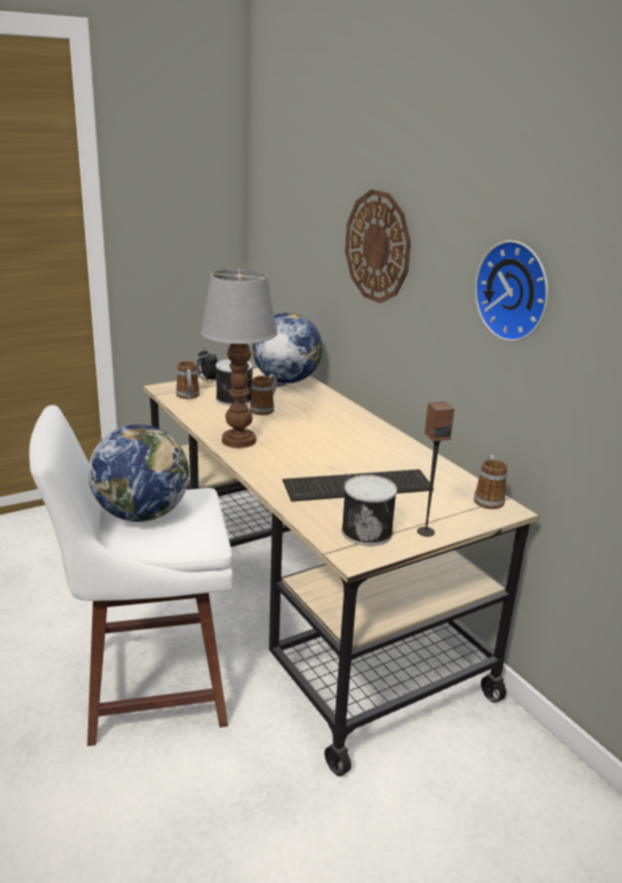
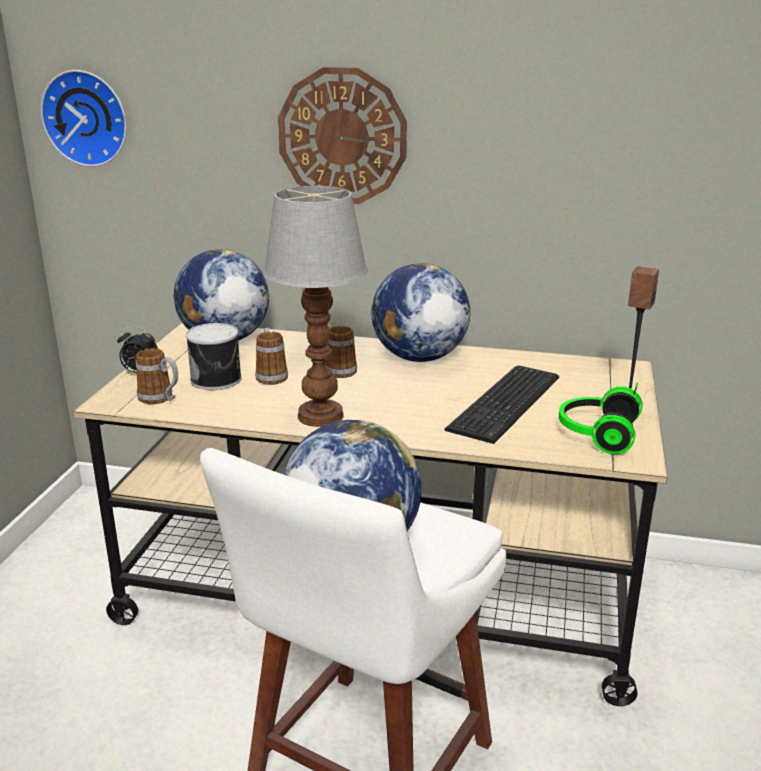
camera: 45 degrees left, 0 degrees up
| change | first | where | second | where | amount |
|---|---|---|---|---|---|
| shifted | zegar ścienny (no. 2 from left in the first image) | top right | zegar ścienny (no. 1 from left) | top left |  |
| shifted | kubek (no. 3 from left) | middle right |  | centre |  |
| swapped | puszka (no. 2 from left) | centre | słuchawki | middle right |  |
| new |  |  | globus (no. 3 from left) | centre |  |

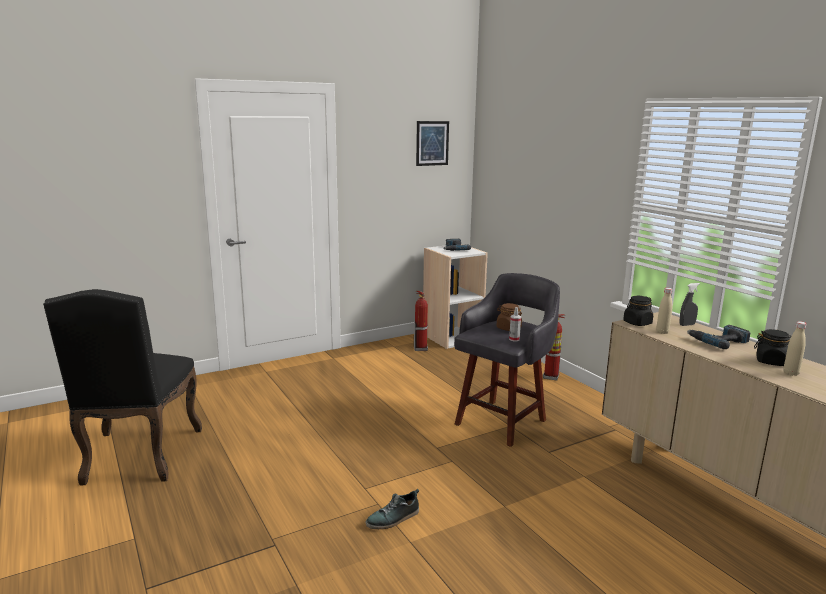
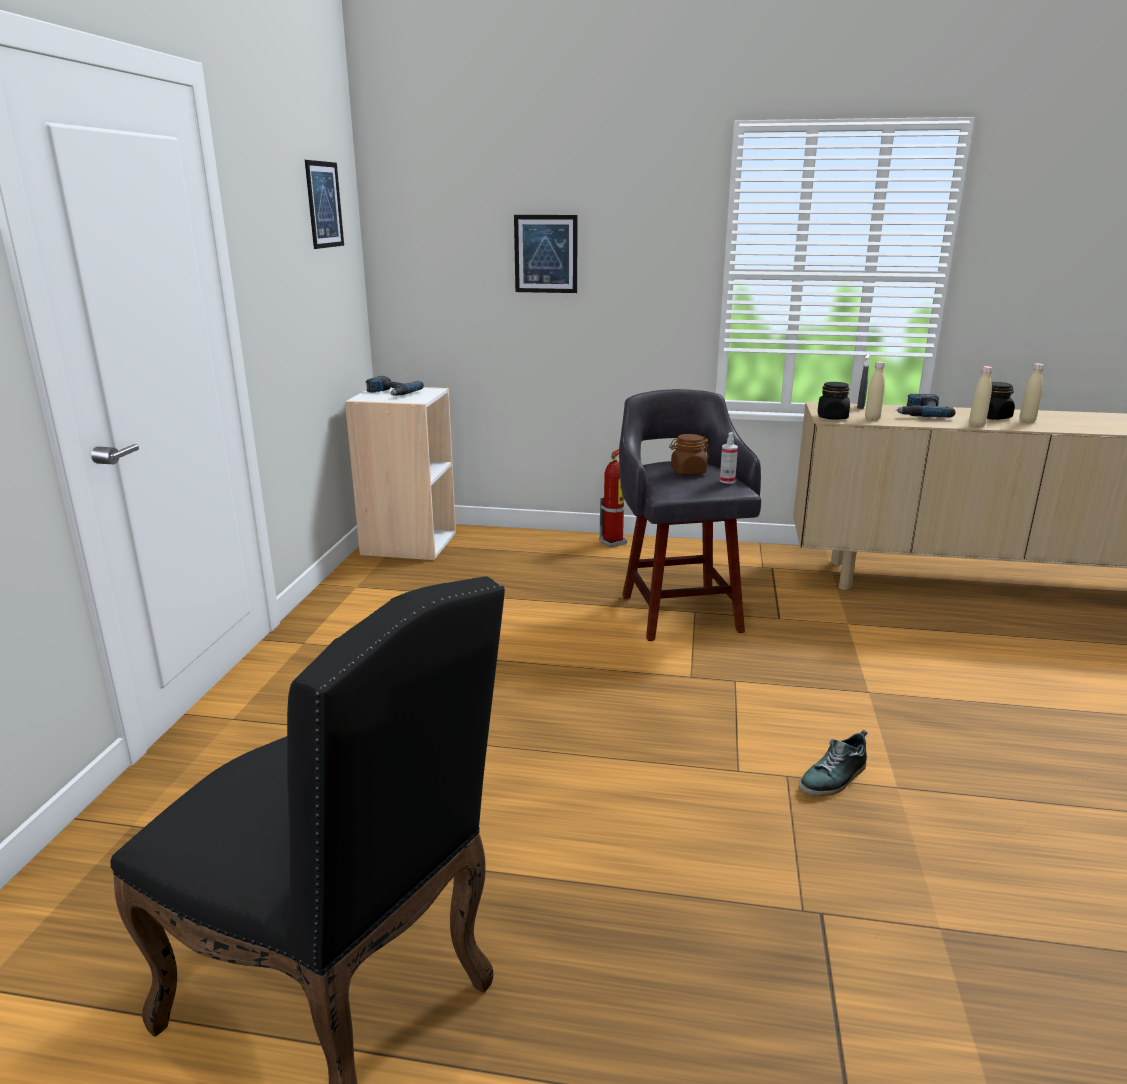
camera: 50 degrees left, 5 degrees up
| change | first | where | second | where | amount |
|---|---|---|---|---|---|
| gone | gaśnica (no. 1 from left) | centre |  |  |  |
| rotated | but | bottom centre |  | bottom right | 45 degrees clockwise |
| new |  |  | obraz (no. 2 from left) | top centre |  |
| new |  |  | butelka (beżowy) (no. 2 from left) | middle right |  |

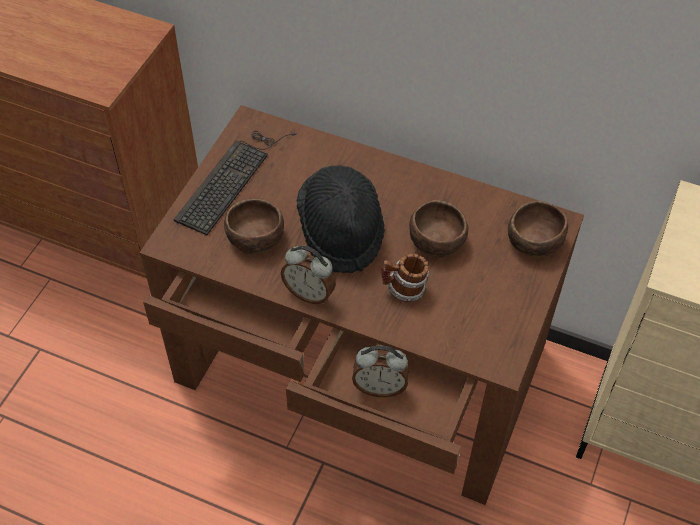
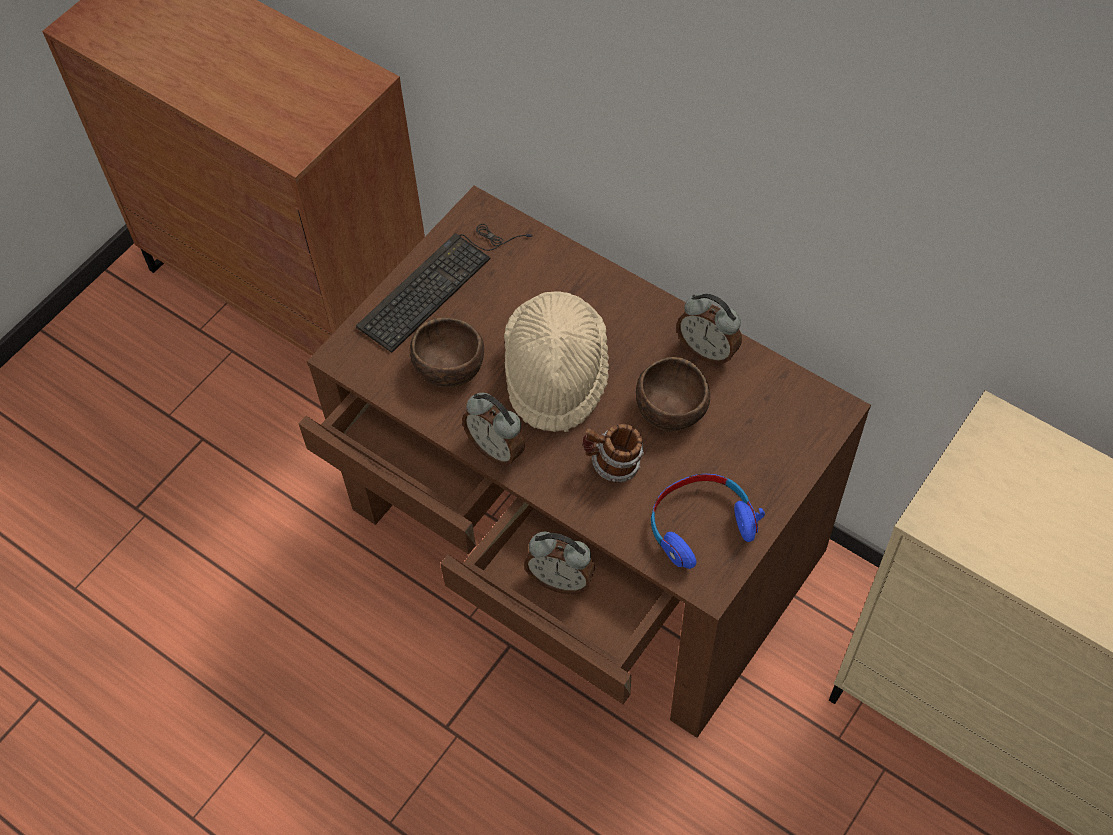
camera: 15 degrees right, 5 degrees up
| change | first | where | second | where | amount |
|---|---|---|---|---|---|
| repainted | kapelusz (czarny) | centre | kapelusz (beżowy) | centre |  |
| gone | miska (brązowy) (no. 3 from left) | middle right |  |  |  |
| new |  |  | budzik (no. 3 from left) | centre |  |
| new |  |  | słuchawki (niebieski) | centre |  |

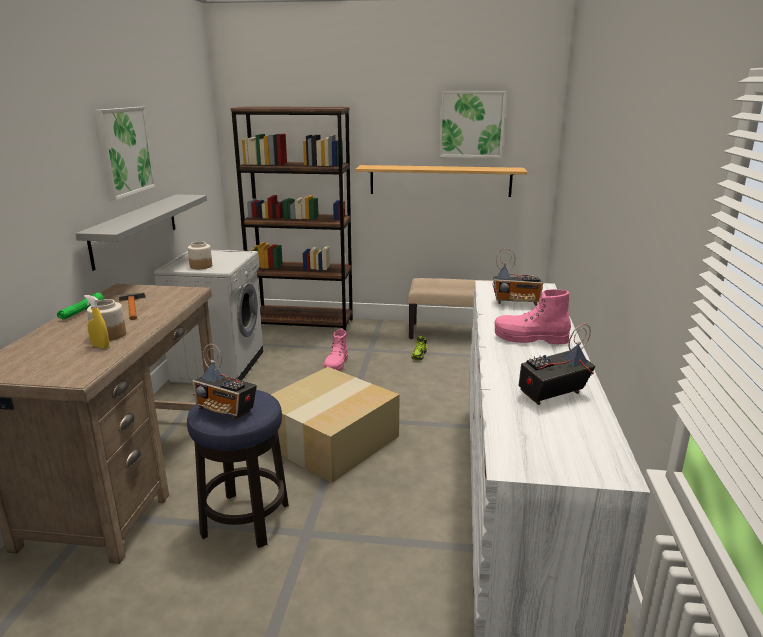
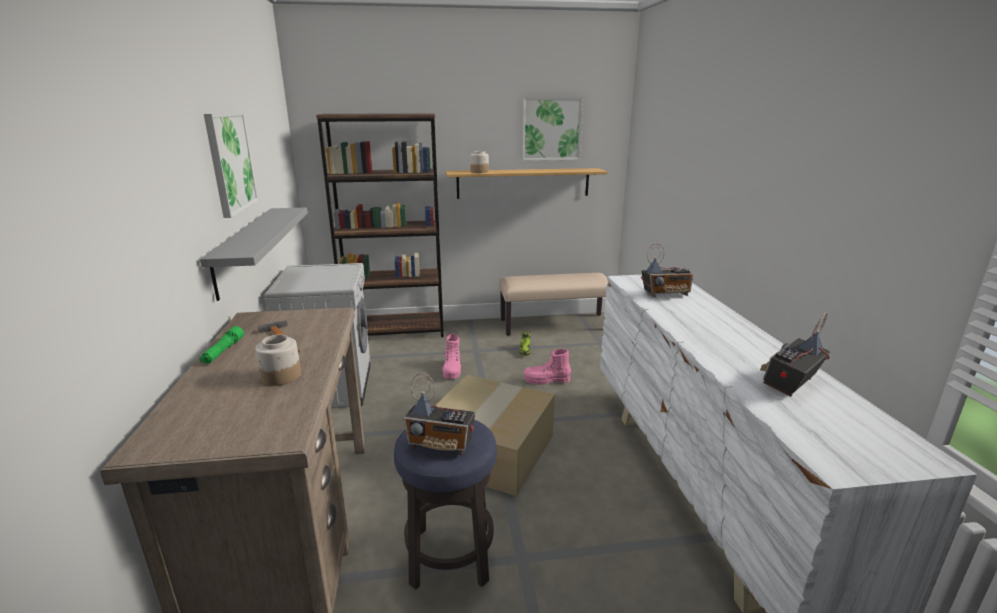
camera: 15 degrees left, 0 degrees up
| change | first | where | second | where | amount |
|---|---|---|---|---|---|
| shifted | słoik (no. 2 from left) | middle left |  | top centre |  |
| shifted | but z cholewką (różowy) (no. 2 from left) | middle right |  | centre |  |
| gone | spryskiwacz (żółty) | middle left |  |  |  |

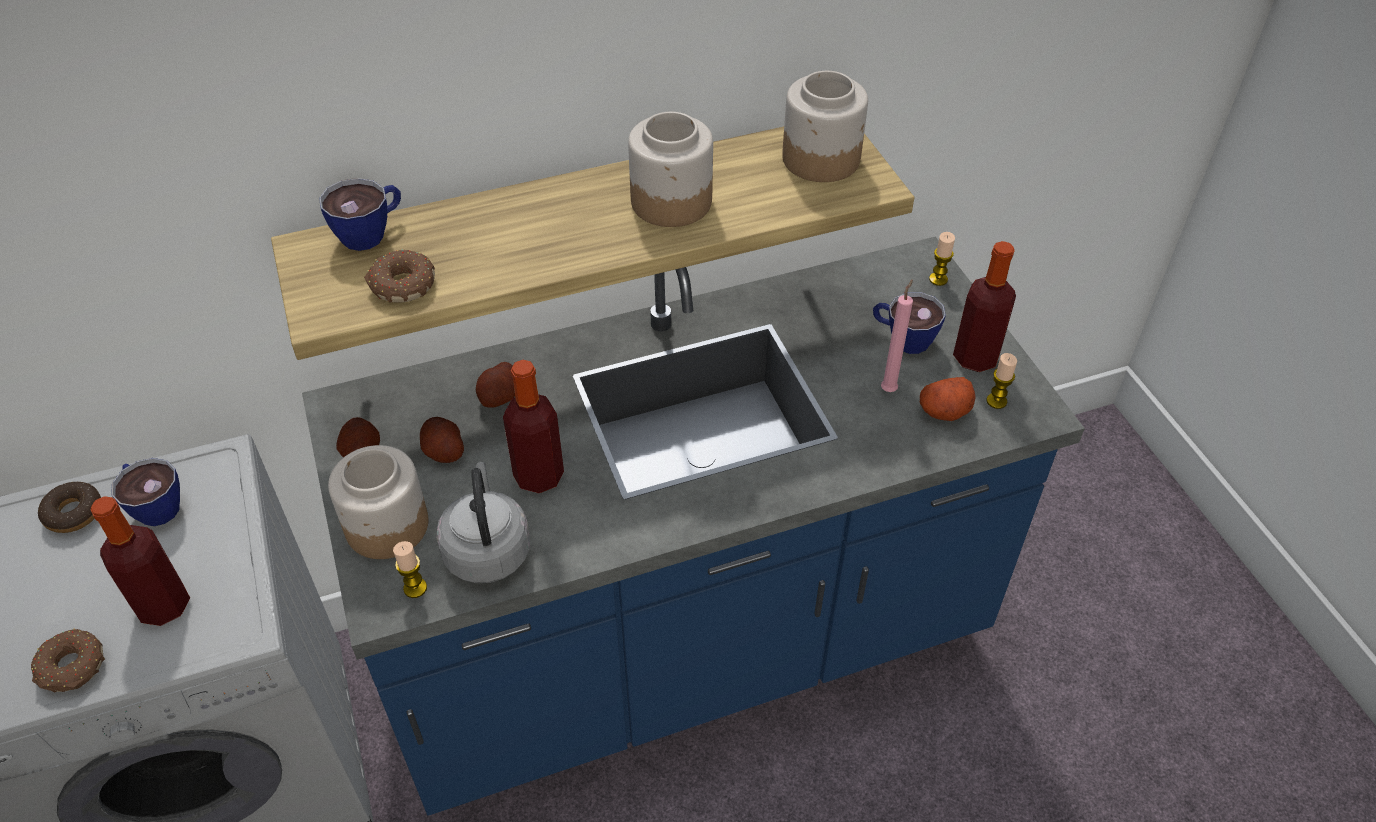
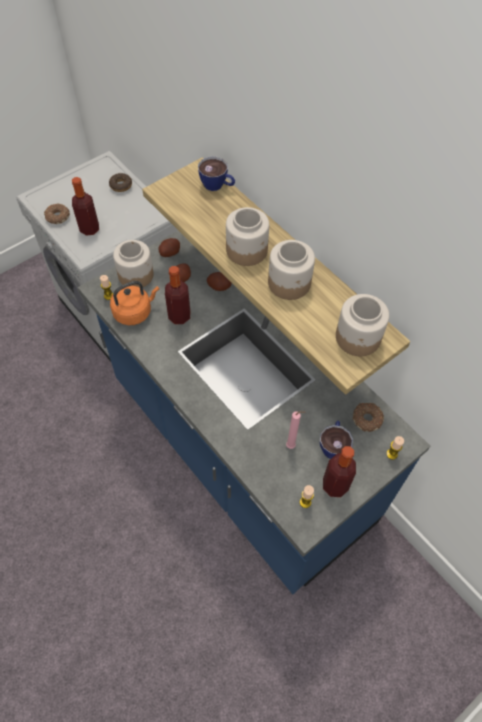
camera: 70 degrees right, 10 degrees up
| change | first | where | second | where | amount |
|---|---|---|---|---|---|
| shifted | donut (no. 3 from left) | middle left |  | middle right |  |
| gone | ziemniak (no. 4 from left) | middle right |  |  |  |
| gone | filiżanka (no. 1 from left) | middle left |  |  |  |
| repainted | czajnik (szary) | centre | czajnik (pomarańczowy) | middle left |  |
| new |  |  | słoik (no. 2 from left) | top centre |  |

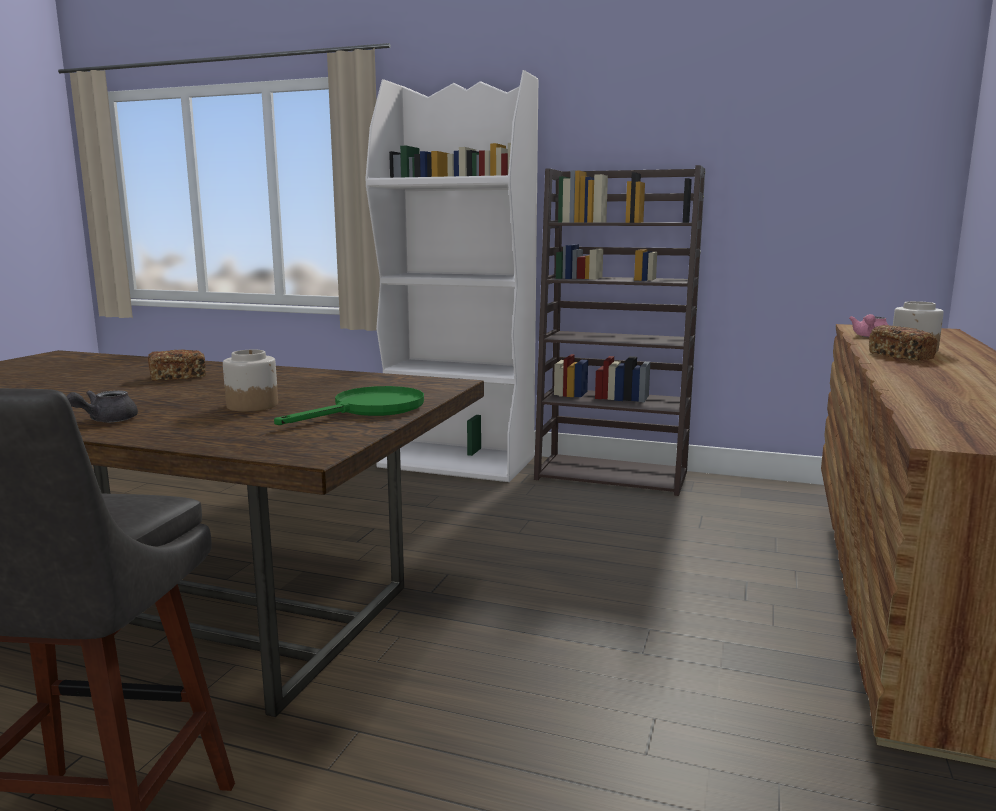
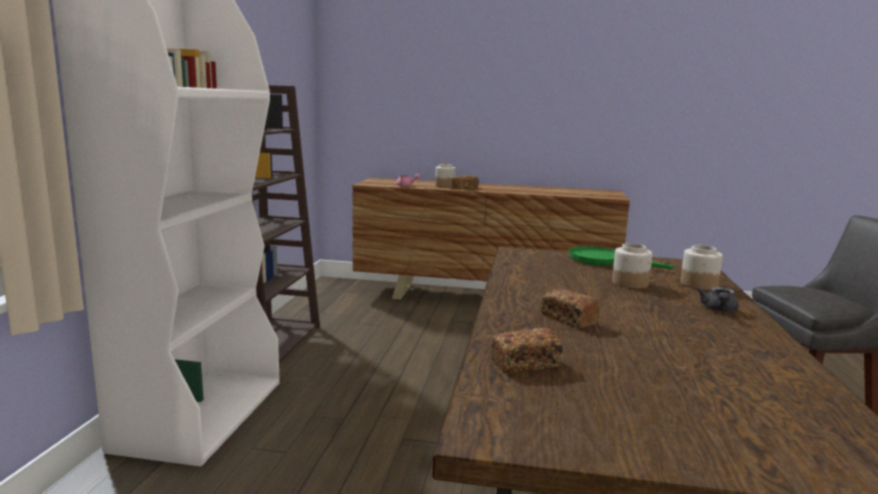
camera: 100 degrees left, 0 degrees up
| change | first | where | second | where | amount |
|---|---|---|---|---|---|
| rotated | imbryk (szary) | middle left |  | middle right | 90 degrees clockwise |
| new |  |  | słoik (no. 3 from left) | middle right |  |
| new |  |  | chleb (no. 2 from left) | bottom centre |  |

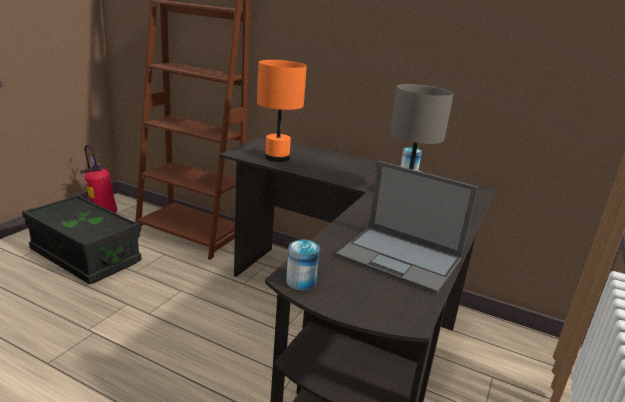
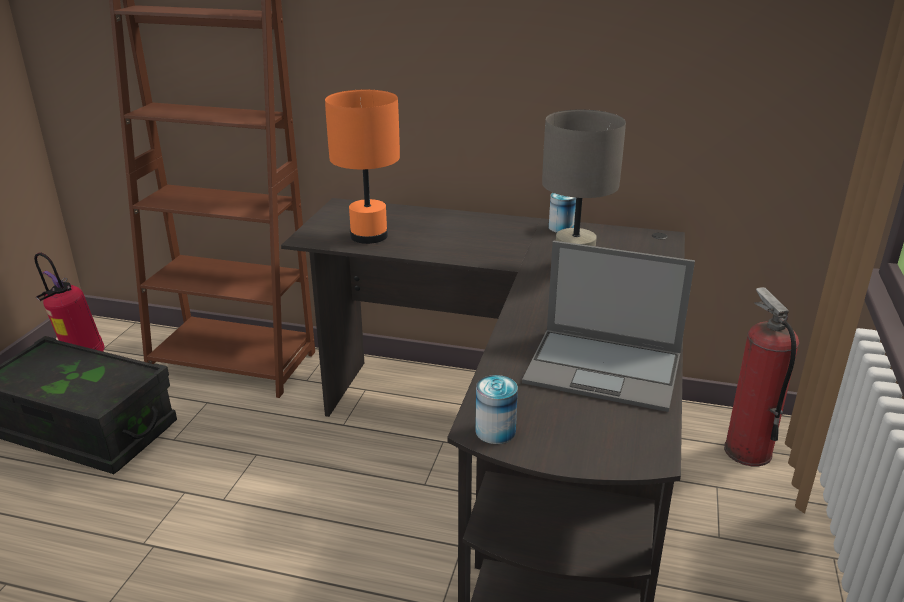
camera: 10 degrees left, 5 degrees up
| change | first | where | second | where | amount |
|---|---|---|---|---|---|
| new |  |  | gaśnica (no. 2 from left) | middle right |  |

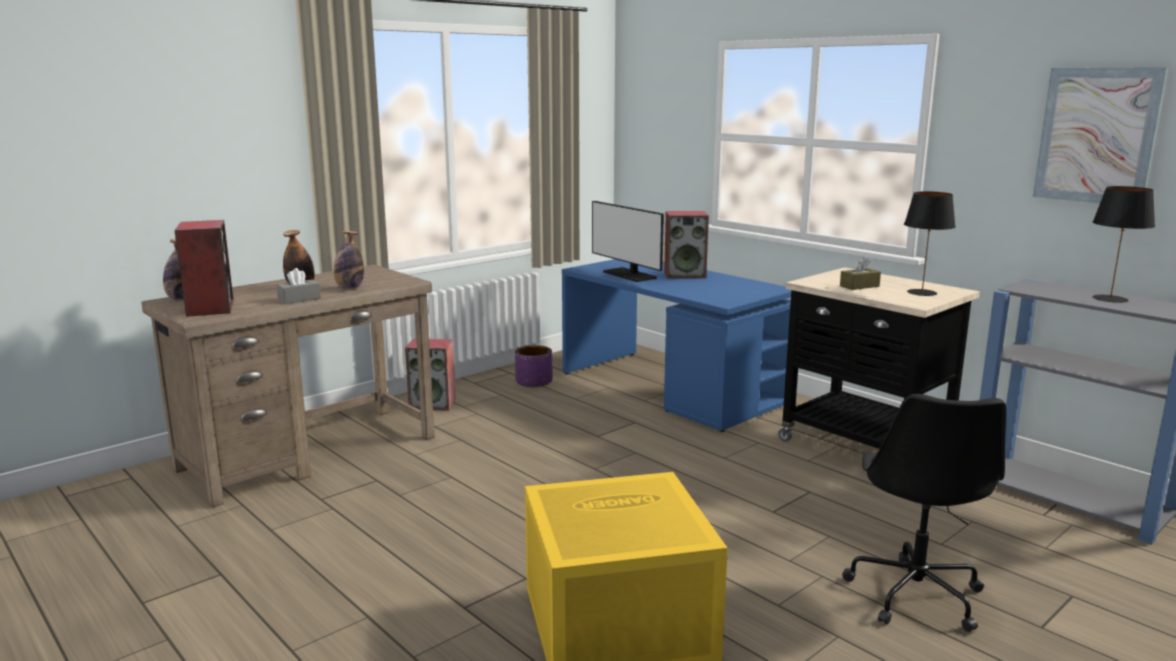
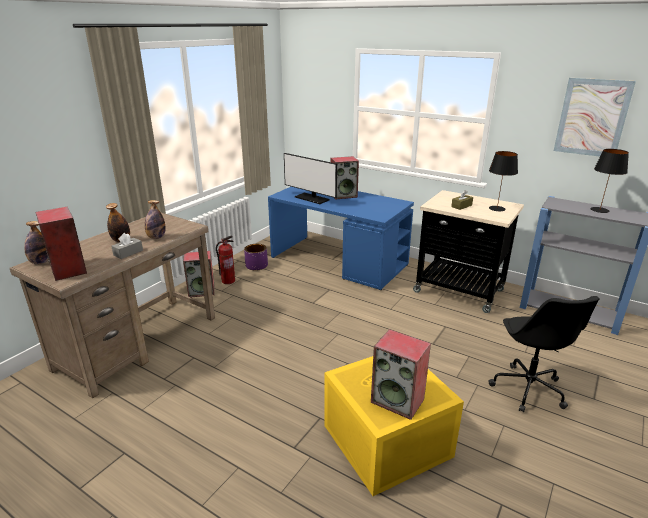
camera: 15 degrees left, 10 degrees up
| change | first | where | second | where | amount |
|---|---|---|---|---|---|
| new |  |  | gaśnica | centre |  |
| new |  |  | głośnik (no. 4 from left) | bottom centre |  |

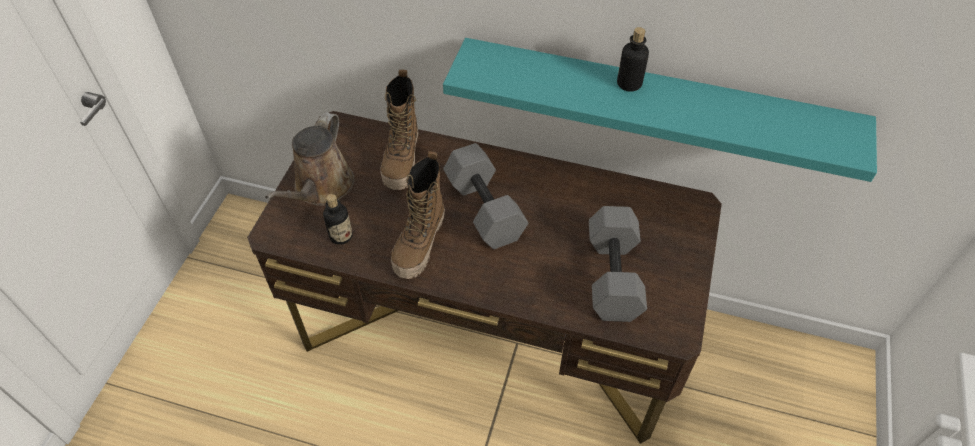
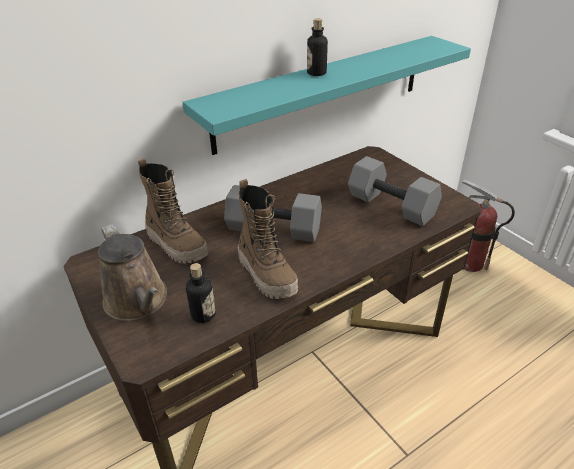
camera: 50 degrees left, 15 degrees down
| change | first | where | second | where | amount |
|---|---|---|---|---|---|
| new |  |  | gaśnica | middle right |  |

